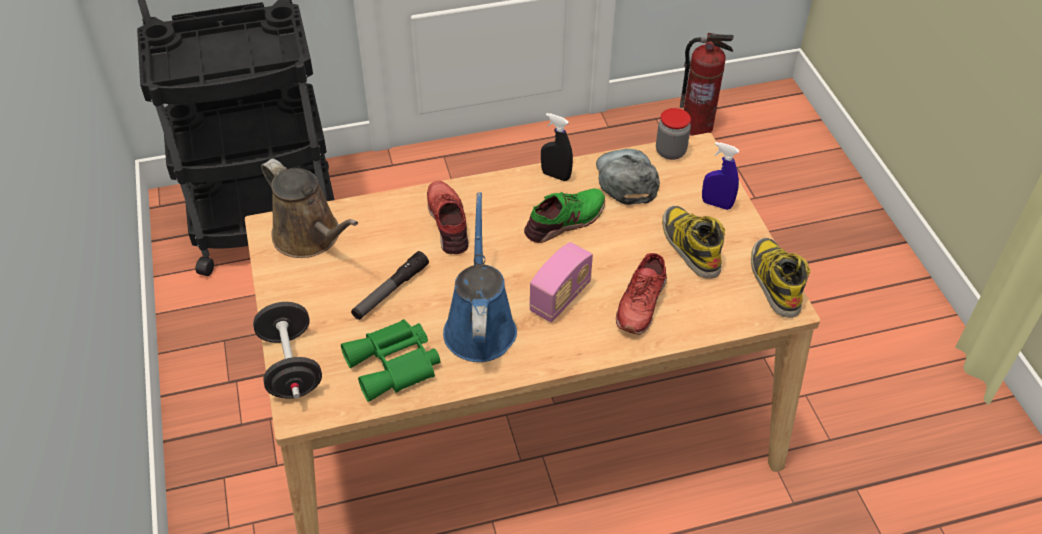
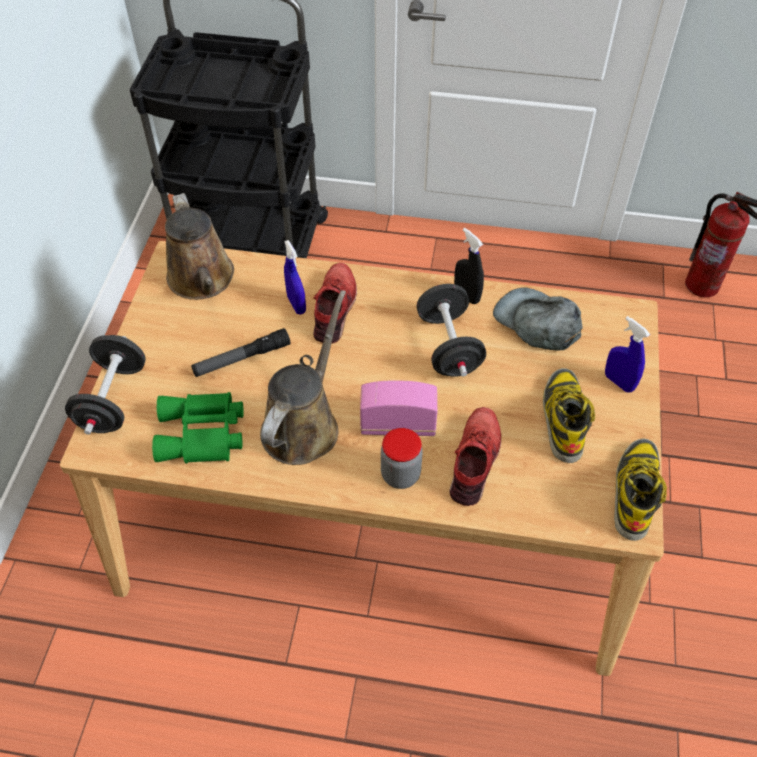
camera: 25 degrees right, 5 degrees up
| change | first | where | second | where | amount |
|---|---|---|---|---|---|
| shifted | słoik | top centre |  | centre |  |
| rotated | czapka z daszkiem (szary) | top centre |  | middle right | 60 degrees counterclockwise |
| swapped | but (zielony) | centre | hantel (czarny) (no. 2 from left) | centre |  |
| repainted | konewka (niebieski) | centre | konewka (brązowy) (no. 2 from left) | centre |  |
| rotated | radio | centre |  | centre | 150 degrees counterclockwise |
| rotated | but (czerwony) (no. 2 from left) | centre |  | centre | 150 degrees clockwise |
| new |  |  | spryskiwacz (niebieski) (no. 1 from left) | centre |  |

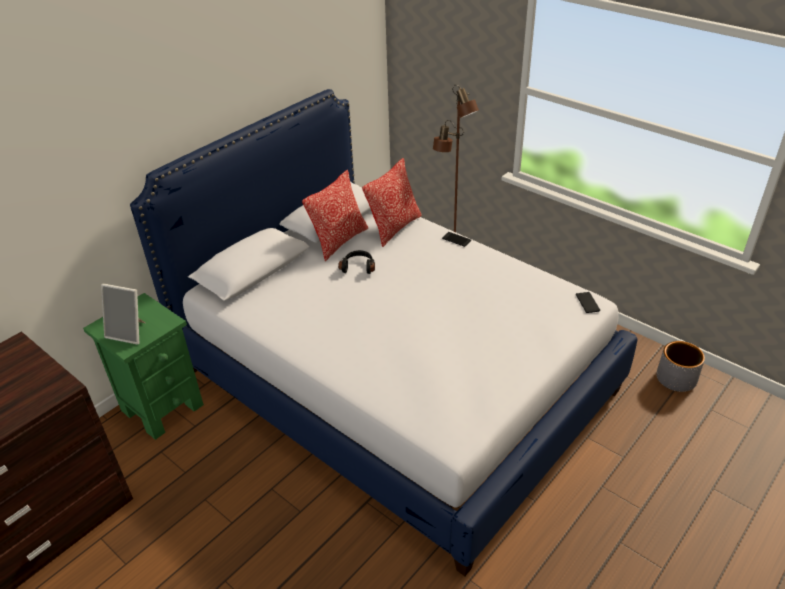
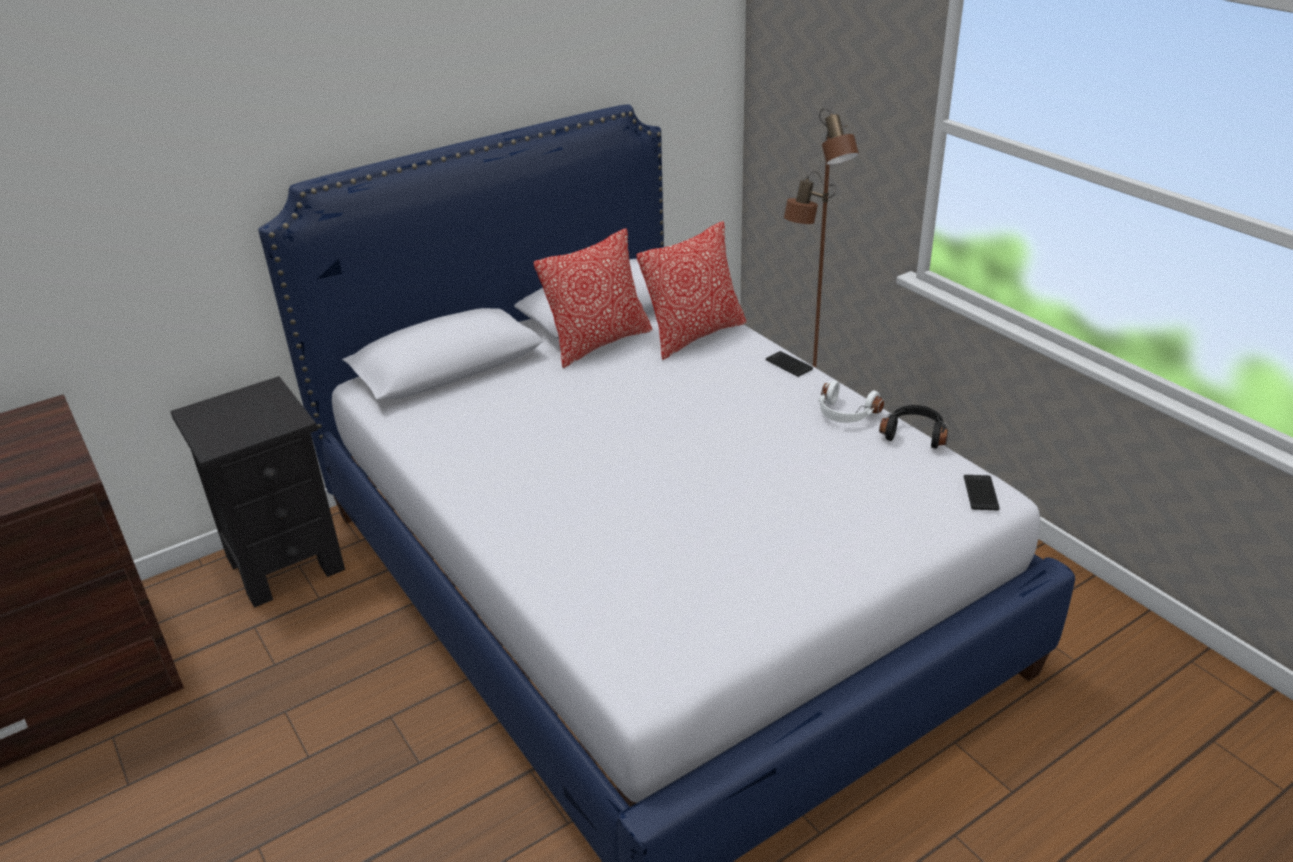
camera: 15 degrees right, 5 degrees down
| change | first | where | second | where | amount |
|---|---|---|---|---|---|
| shifted | słuchawki (czarny) | centre |  | middle right |  |
| gone | ramka na zdjęcie | middle left |  |  |  |
| repainted | szafka nocna (zielony) | middle left | szafka nocna (czarny) | middle left |  |
| gone | donica (szary) | middle right |  |  |  |
| new |  |  | słuchawki (biały) | centre |  |

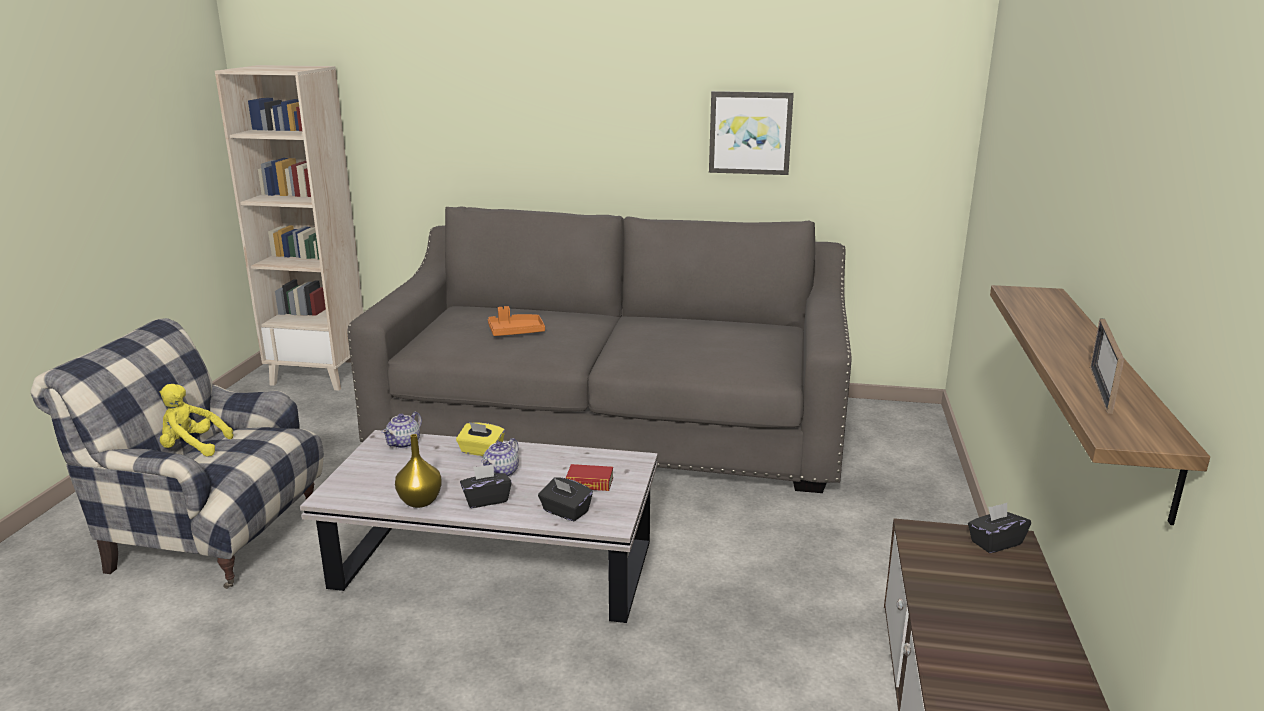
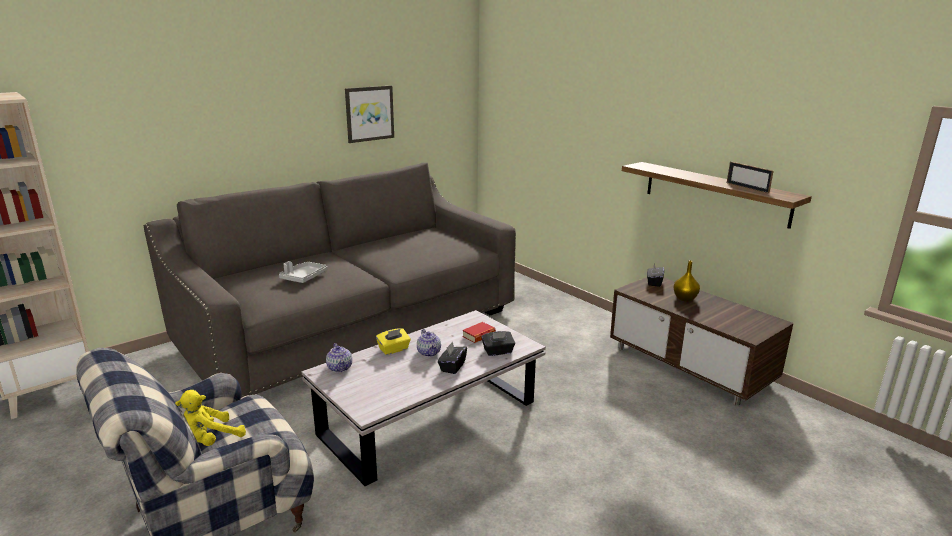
camera: 50 degrees left, 0 degrees up
| change | first | where | second | where | amount |
|---|---|---|---|---|---|
| repainted | taca (pomarańczowy) | centre | taca (szary) | middle left |  |
| shifted | wazon (żółty) | middle left |  | middle right |  |

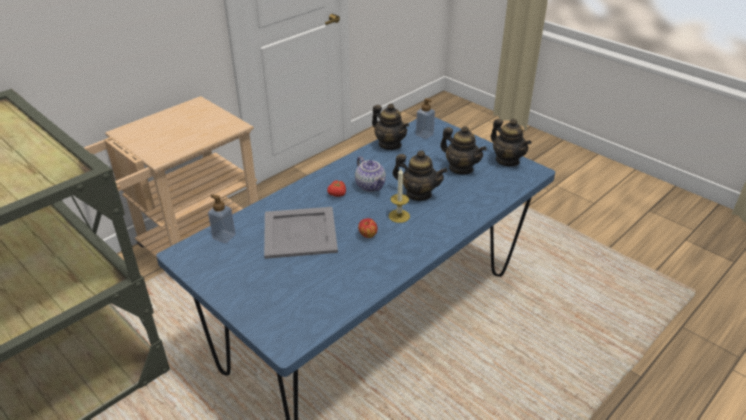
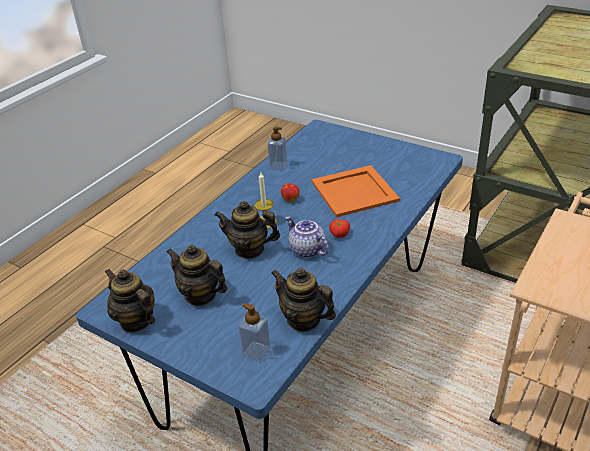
camera: 170 degrees right, 0 degrees up
| change | first | where | second | where | amount |
|---|---|---|---|---|---|
| shifted | dozownik mydła (no. 1 from left in the first image) | middle left | dozownik mydła (no. 2 from left) | top centre |  |
| repainted | taca (szary) | centre | taca (pomarańczowy) | centre |  |

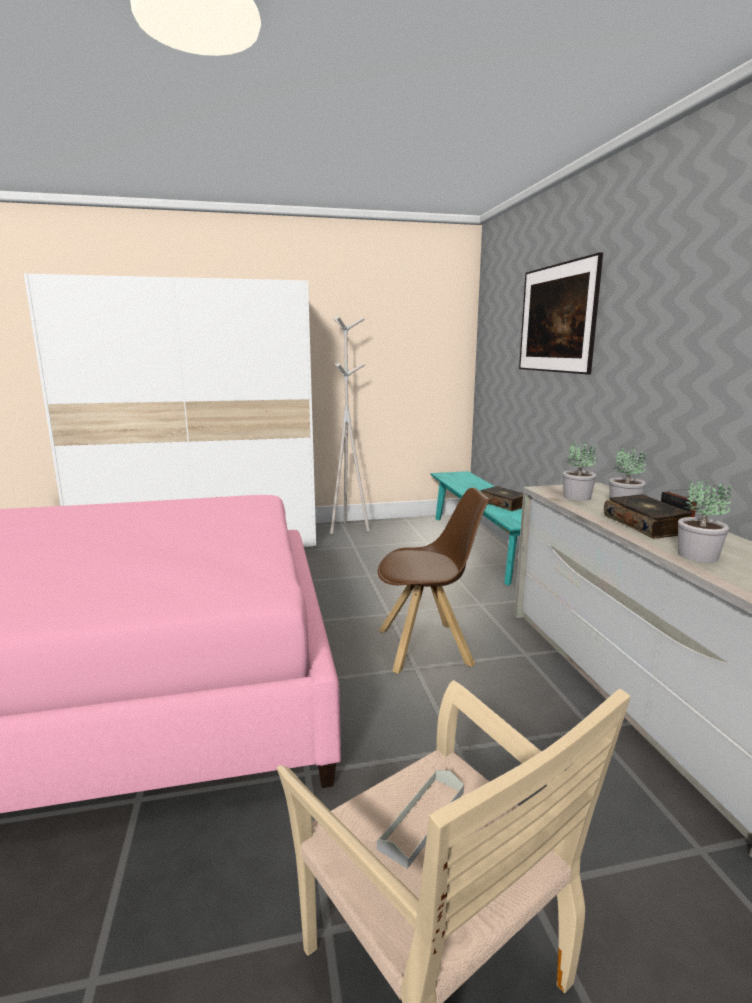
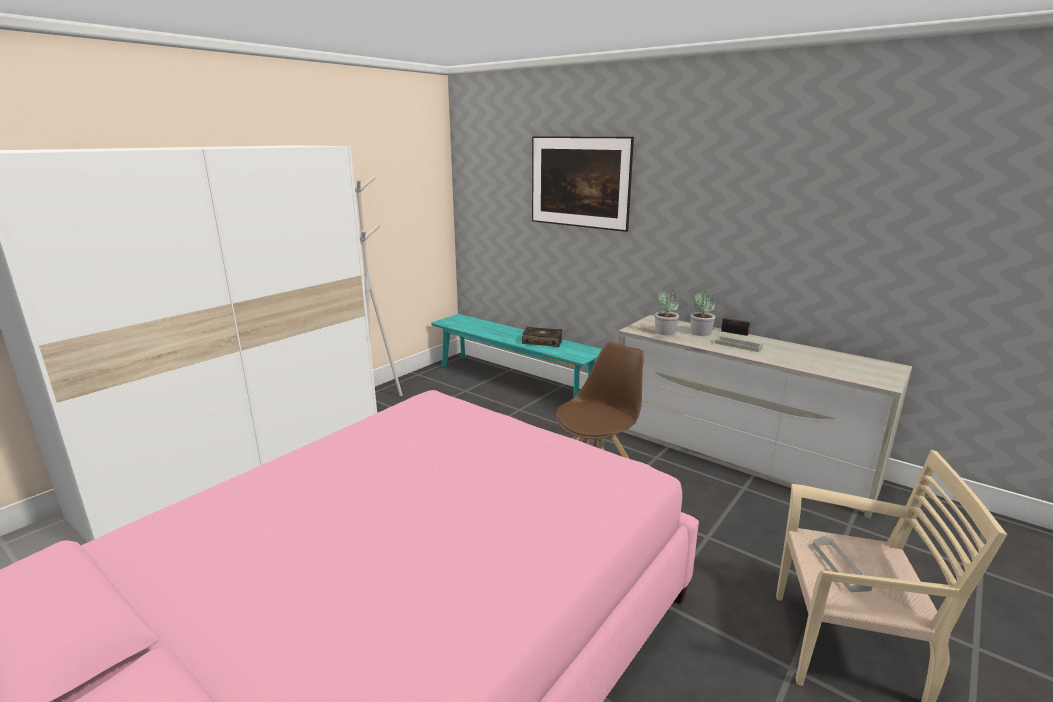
camera: 40 degrees left, 5 degrees up
| change | first | where | second | where | amount |
|---|---|---|---|---|---|
| gone | roślina doniczkowa (no. 3 from left) | middle right |  |  |  |
| swapped | książka (no. 2 from left) | middle right | taca (szary) (no. 1 from left) | middle right |  |

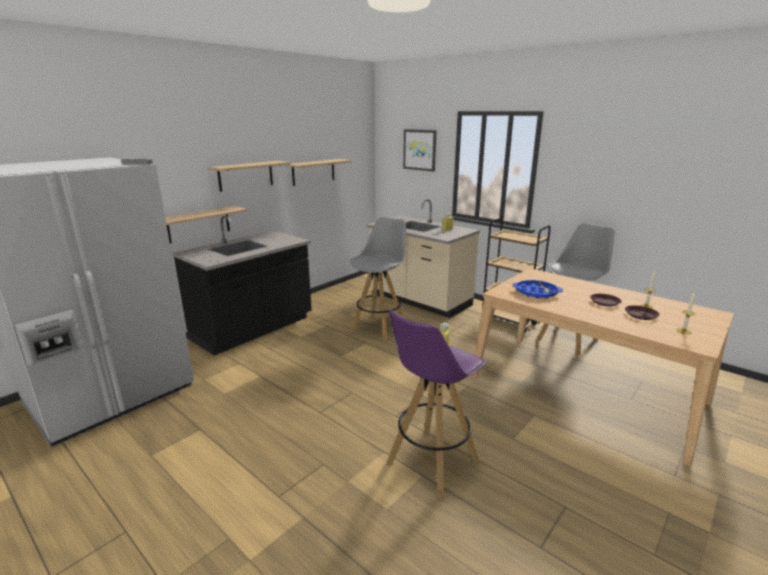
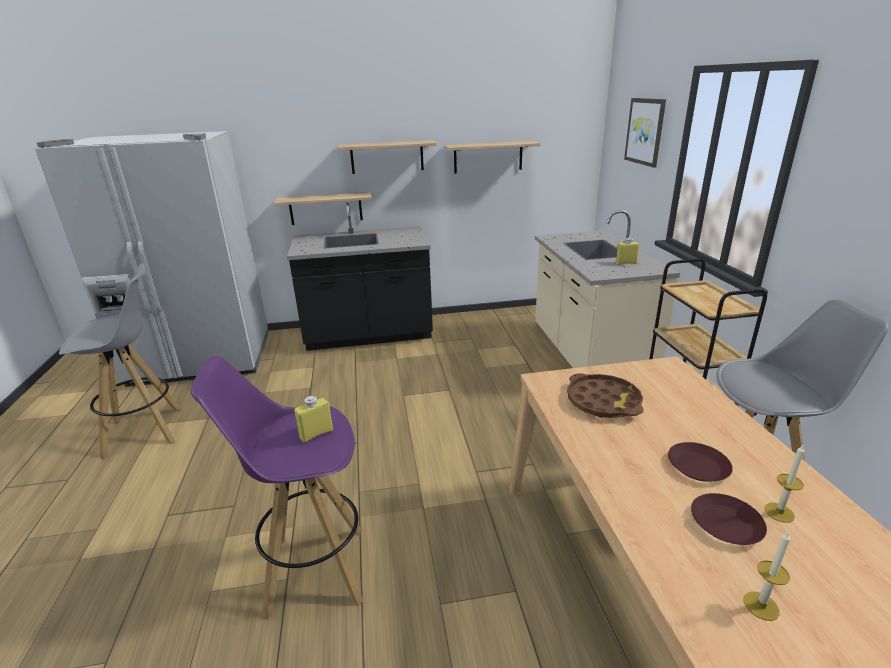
camera: 40 degrees right, 5 degrees up
| change | first | where | second | where | amount |
|---|---|---|---|---|---|
| shifted | stołek (szary) (no. 1 from left) | centre |  | middle left |  |
| repainted | taca (niebieski) | middle right | taca (brązowy) | middle right |  |

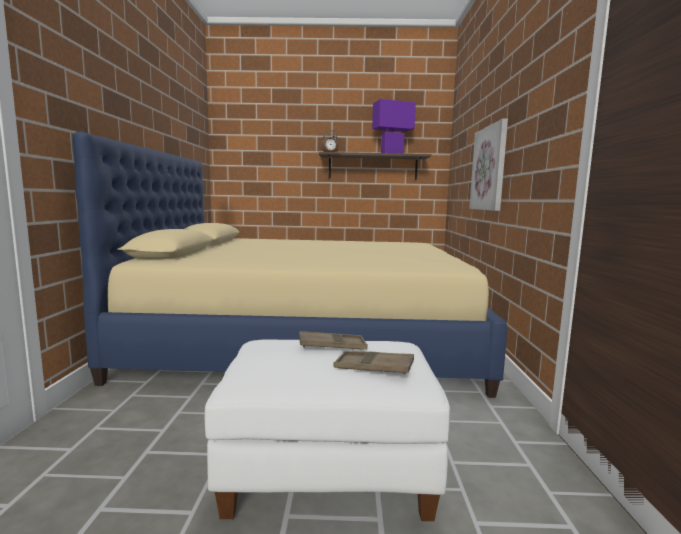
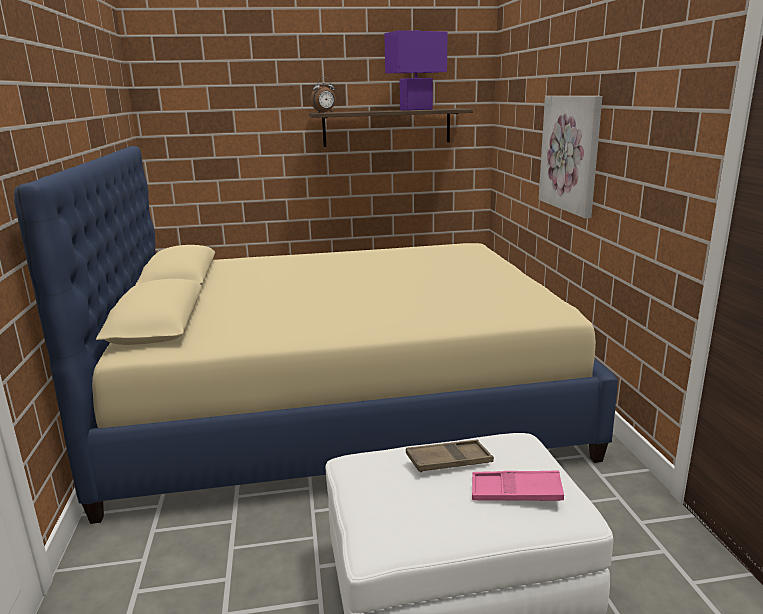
camera: 10 degrees left, 10 degrees up
| change | first | where | second | where | amount |
|---|---|---|---|---|---|
| repainted | taca (brązowy) (no. 2 from left) | bottom centre | taca (różowy) | bottom right |  |

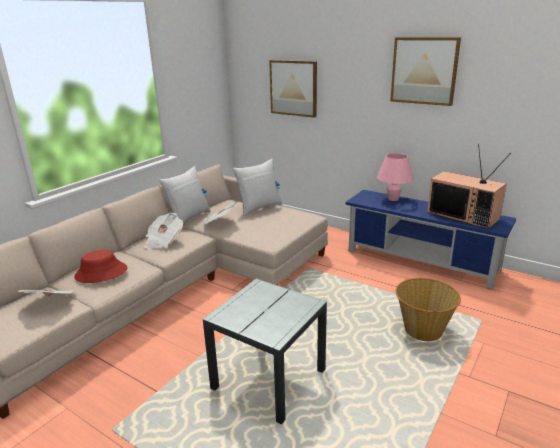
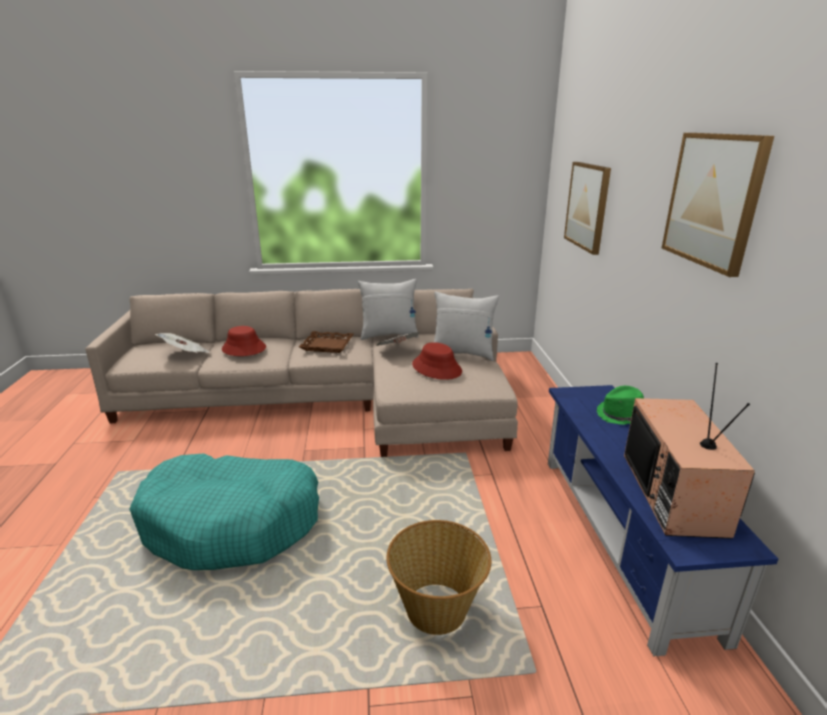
camera: 50 degrees right, 0 degrees up
| change | first | where | second | where | amount |
|---|---|---|---|---|---|
| swapped | lampa stołowa (różowy) | middle right | kapelusz (zielony) | middle right |  |
| swapped | gazeta (no. 2 from left) | middle left | taca (brązowy) | centre |  |
| swapped | stolik (szary) | bottom centre | legowisko (turkusowy) | bottom left |  |
| new |  |  | kapelusz (czerwony) (no. 2 from left) | centre |  |

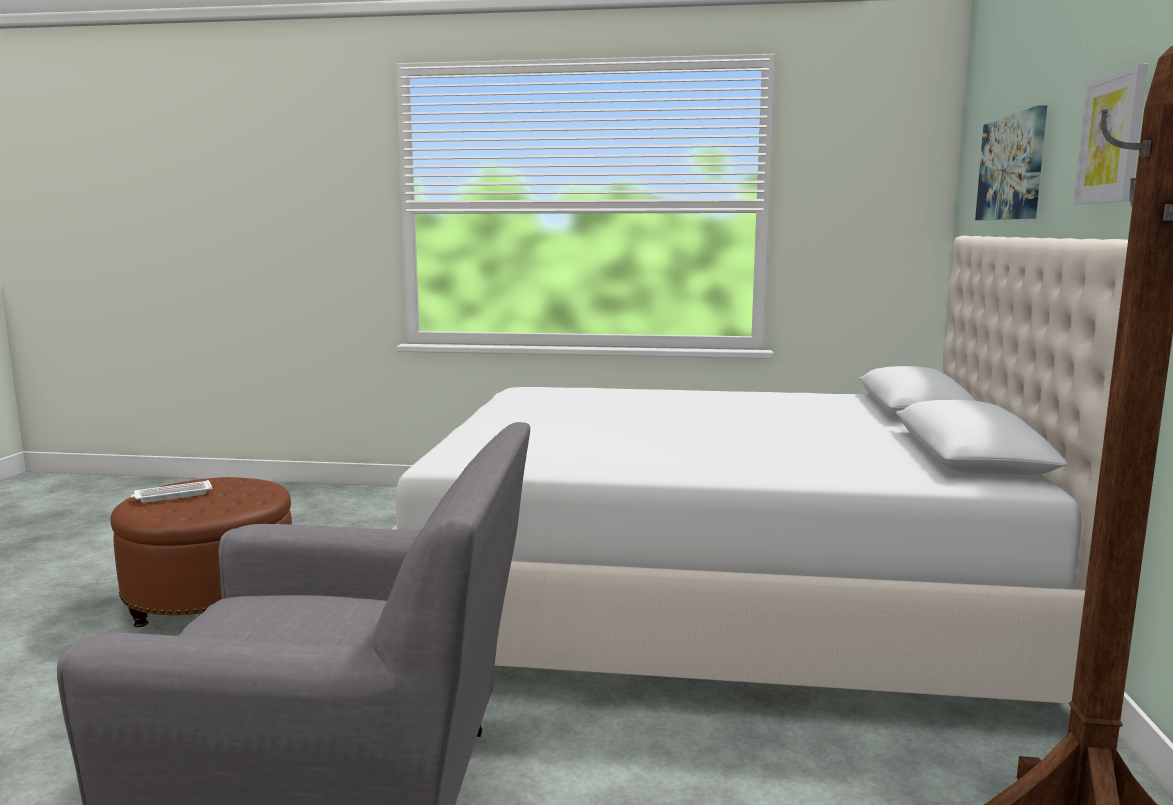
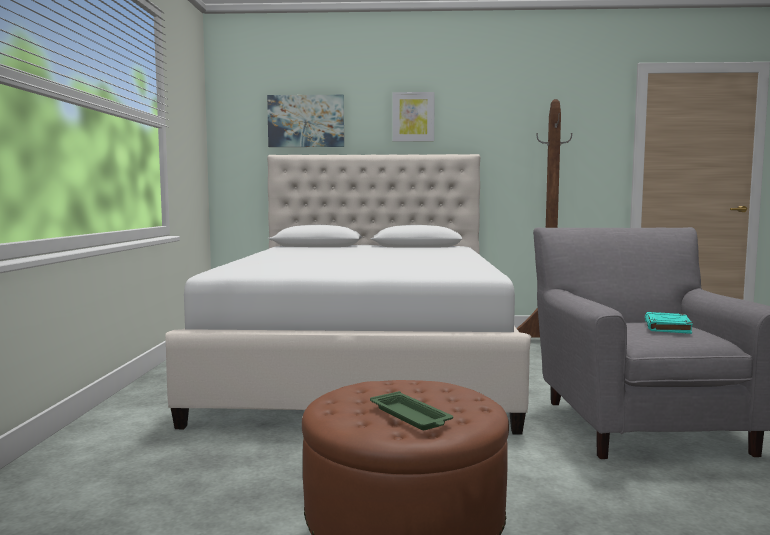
camera: 95 degrees left, 5 degrees down
| change | first | where | second | where | amount |
|---|---|---|---|---|---|
| repainted | taca (biały) | middle left | taca (zielony) | bottom centre |  |
| new |  |  | książka (turkusowy) | middle right |  |

